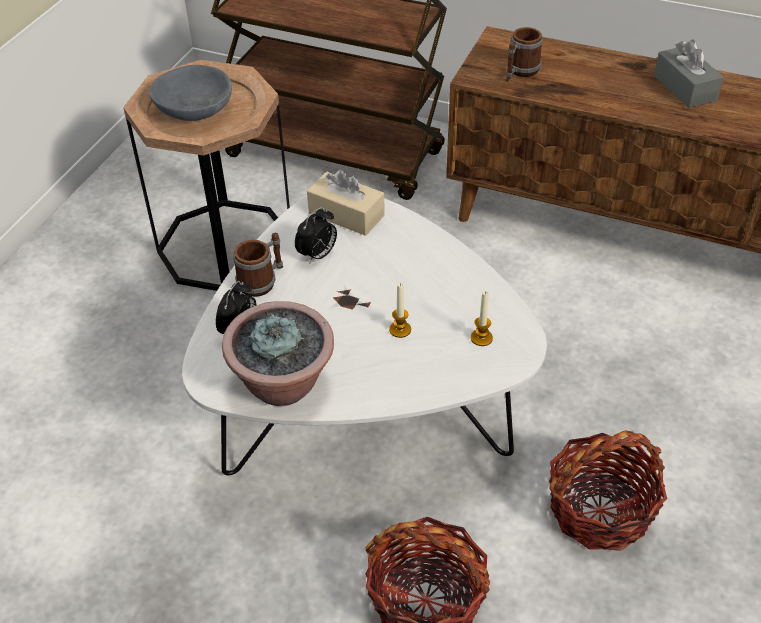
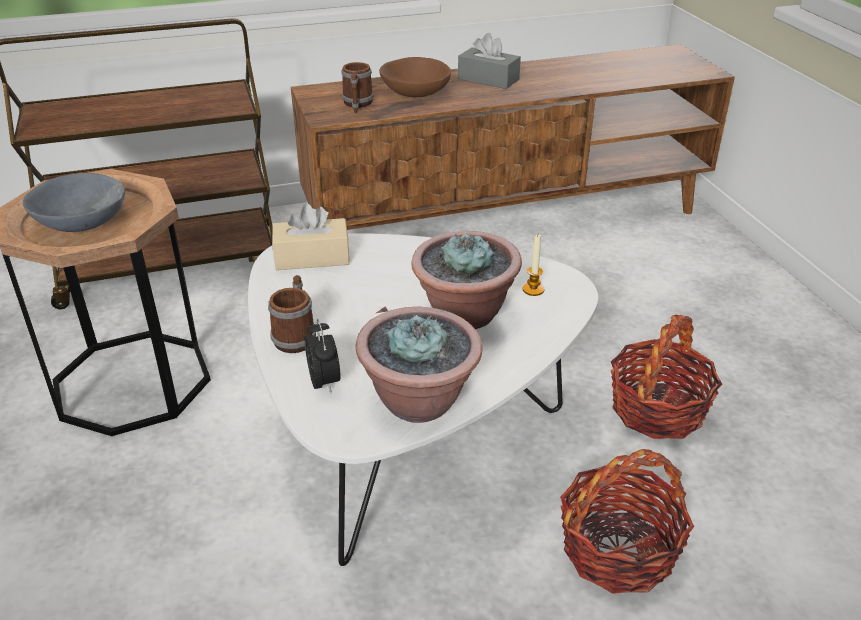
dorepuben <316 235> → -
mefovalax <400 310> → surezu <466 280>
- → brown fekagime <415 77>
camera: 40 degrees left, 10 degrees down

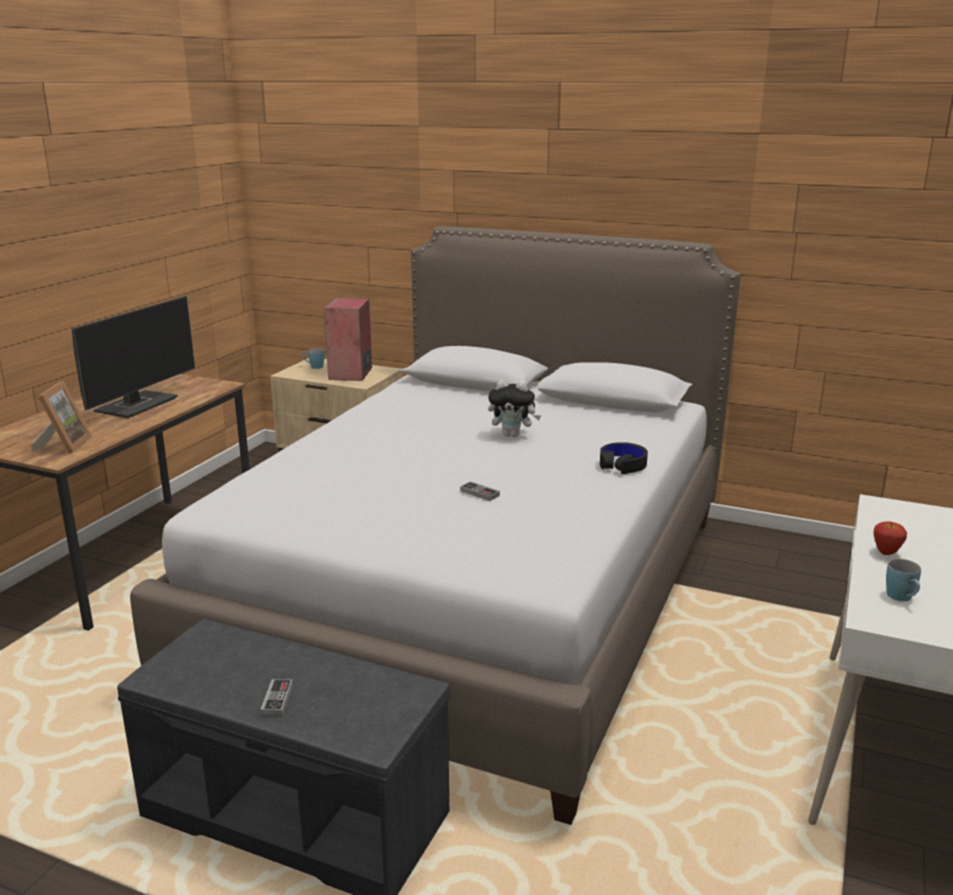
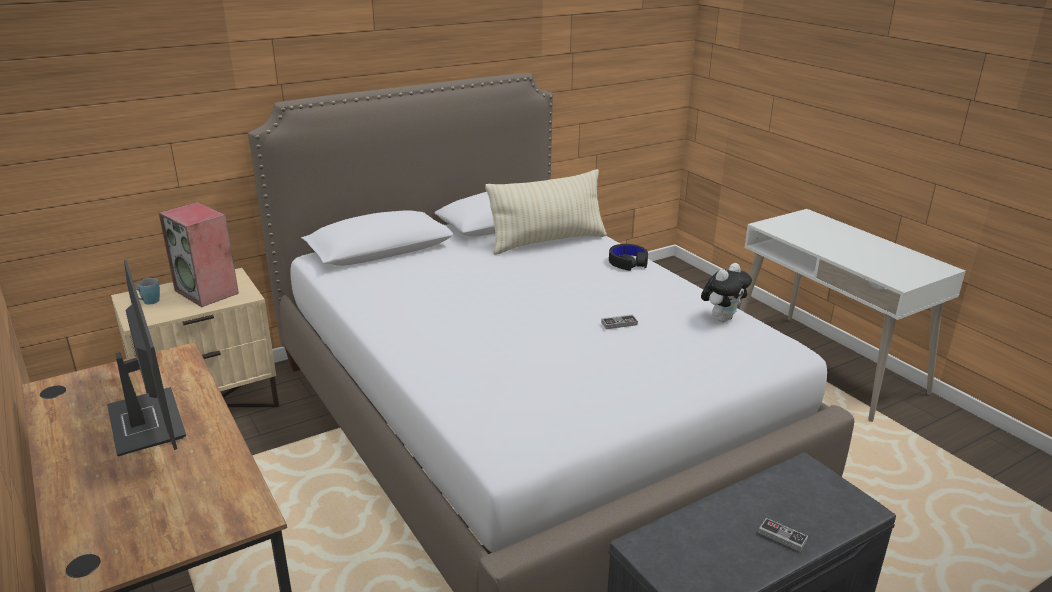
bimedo <514 408> → bimedo <726 292>, shifted
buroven <61 417> → -
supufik <890 538> → -
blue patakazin <903 580> → -
- → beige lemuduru <546 212>
camera: 55 degrees left, 5 degrees up

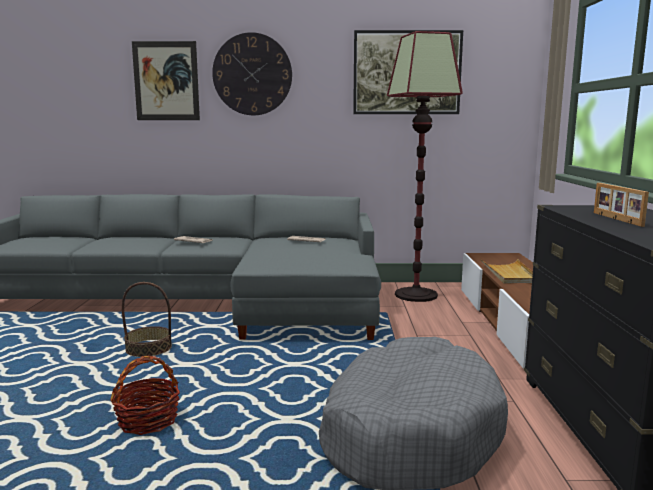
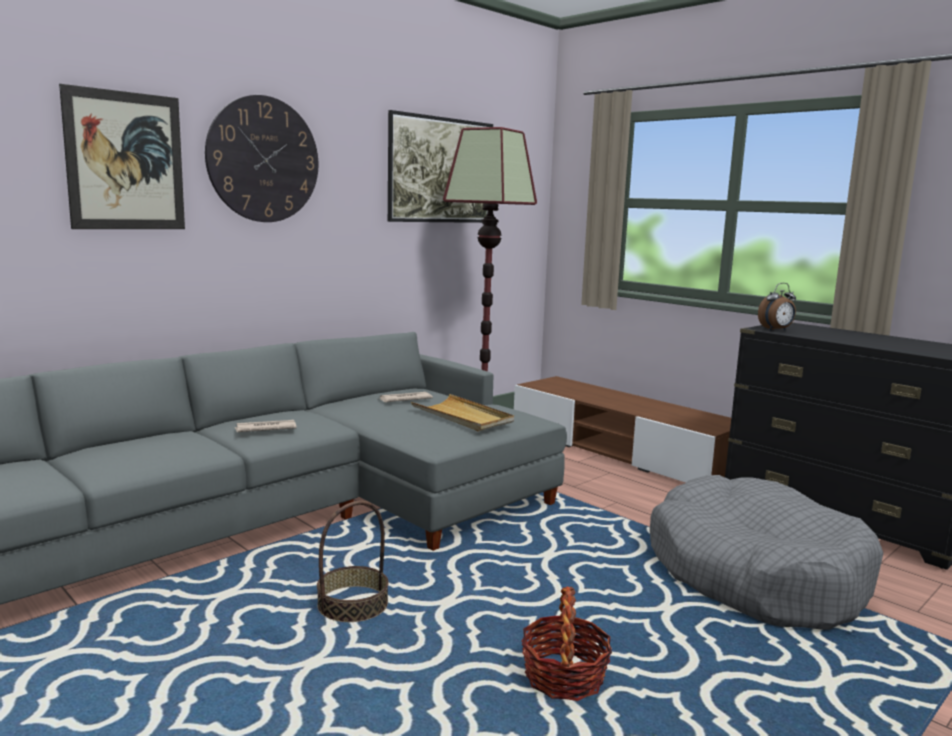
buroven <621 205> → -
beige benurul <507 271> → beige benurul <462 413>, shifted
- → dorepuben <777 307>
camera: 45 degrees left, 0 degrees up

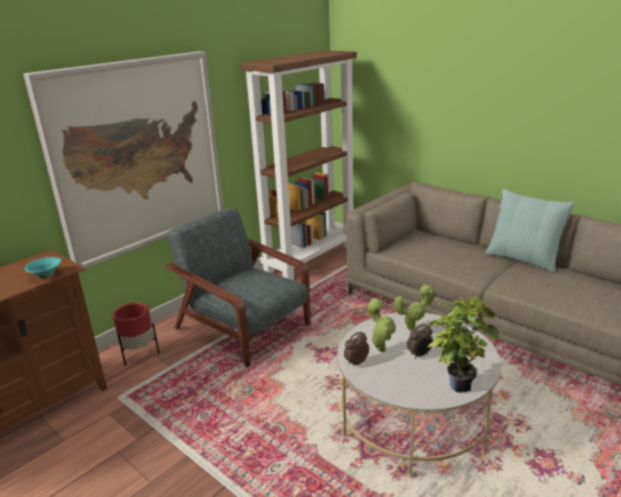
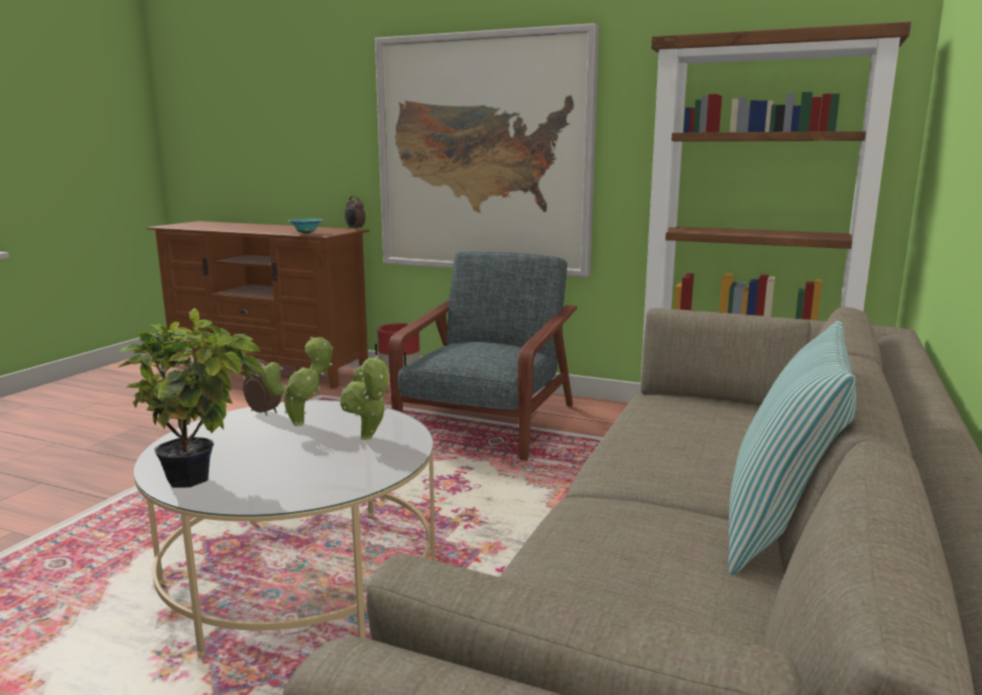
dorepuben <420 341> → dorepuben <355 213>, shifted
camera: 70 degrees right, 10 degrees down

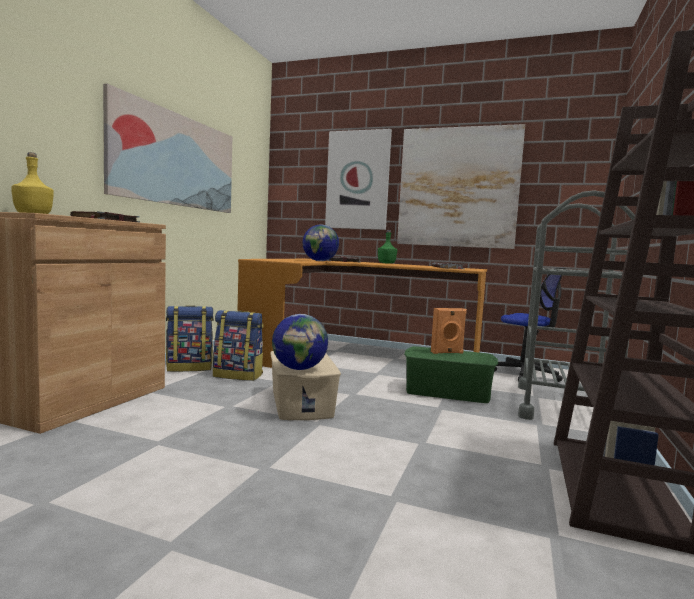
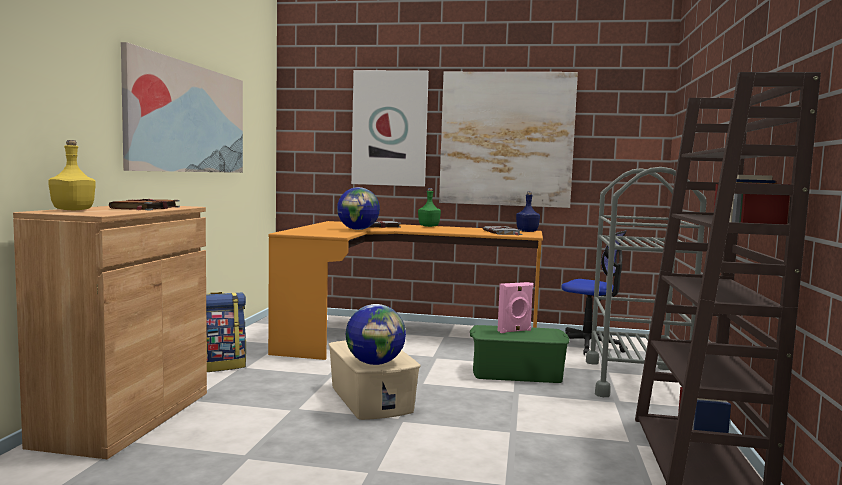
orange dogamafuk <449 331> → pink dogamafuk <515 307>
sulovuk <238 345> → -
- → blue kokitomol <528 212>
camera: 10 degrees left, 0 degrees up

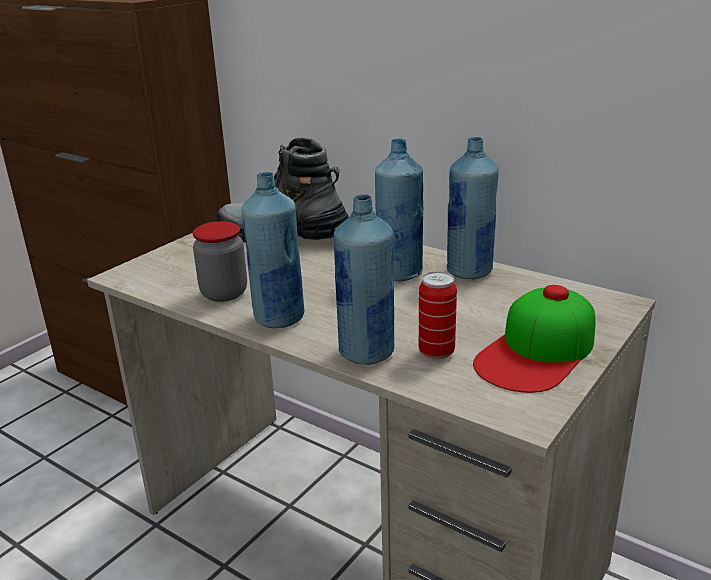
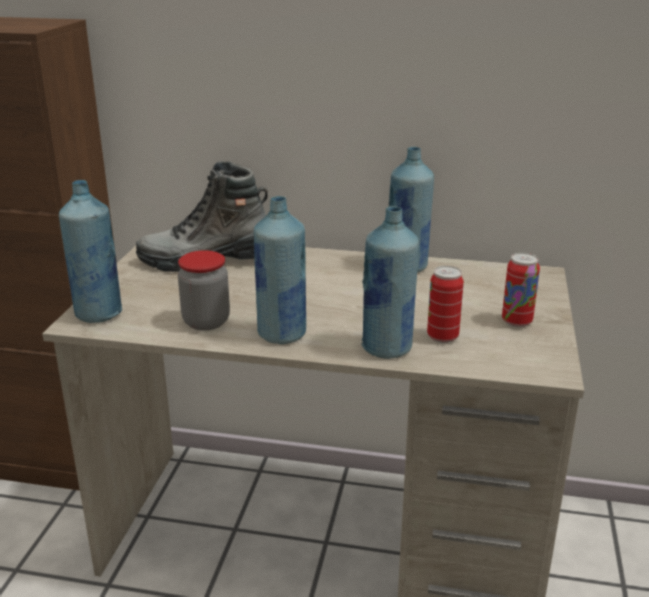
blue kokitomol <399 209> → blue kokitomol <90 251>, shifted
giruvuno <534 339> → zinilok <521 290>
camera: 25 degrees left, 0 degrees up

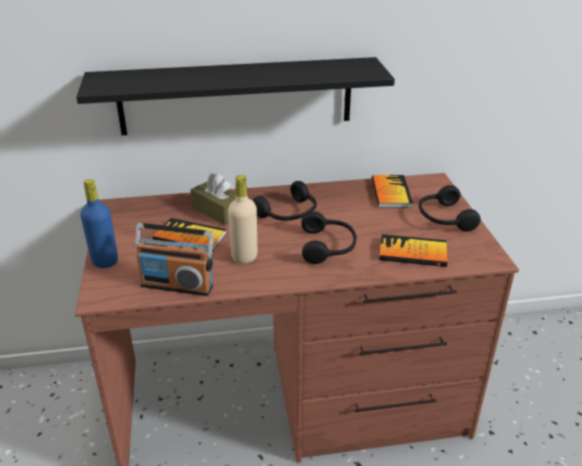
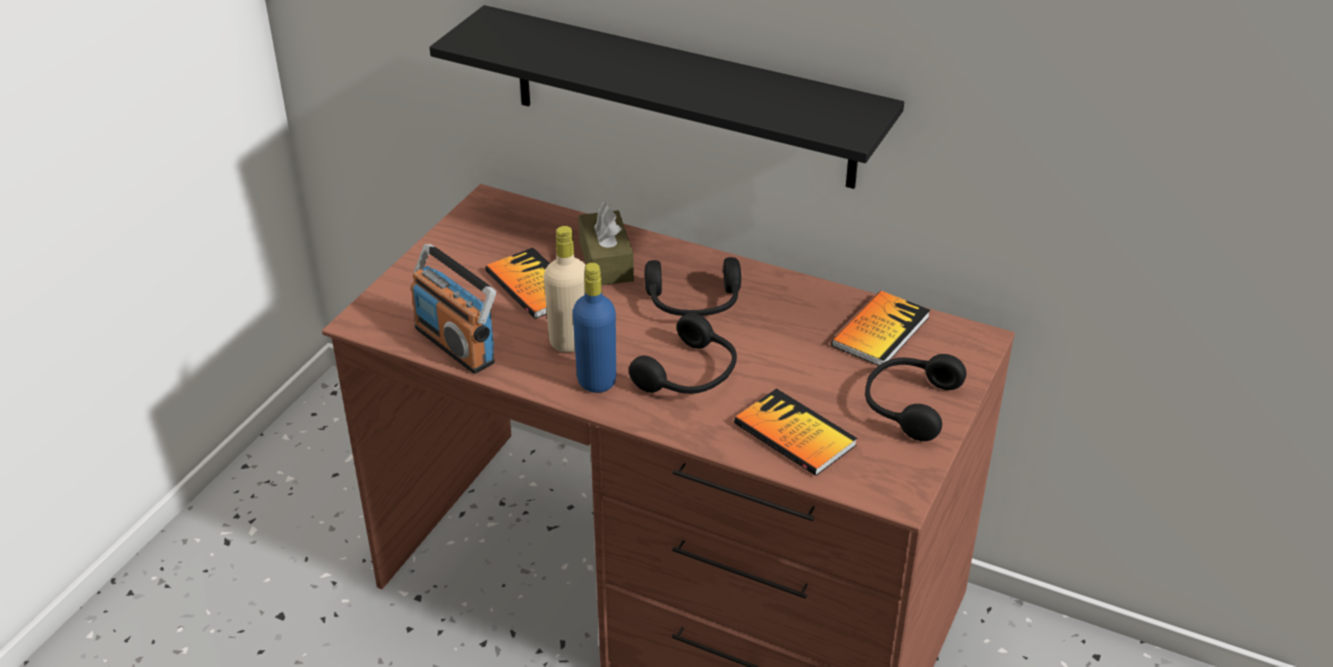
blue kokitomol <99 223> → blue kokitomol <594 328>, shifted
camera: 35 degrees right, 5 degrees up

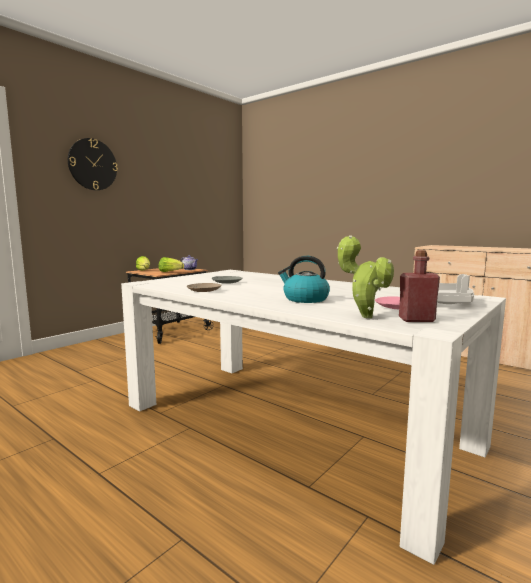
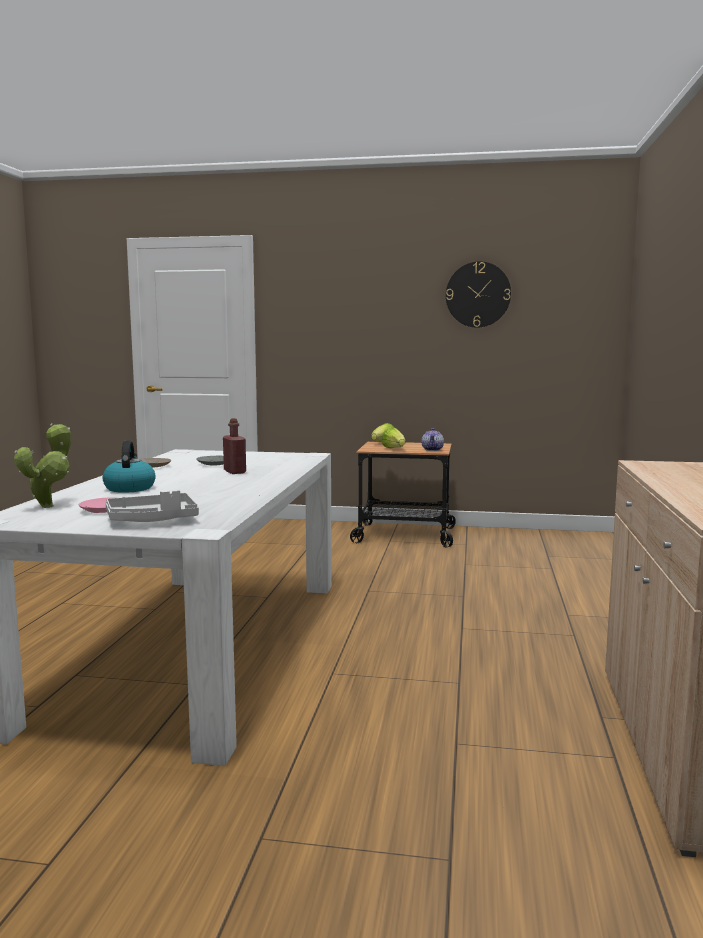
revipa <93 164> → revipa <478 294>, shifted
red kokitomol <419 286> → red kokitomol <234 446>, shifted
camera: 60 degrees right, 0 degrees up

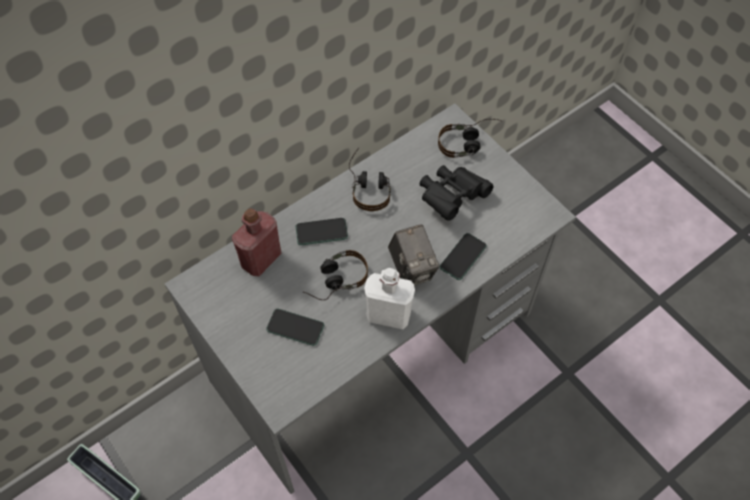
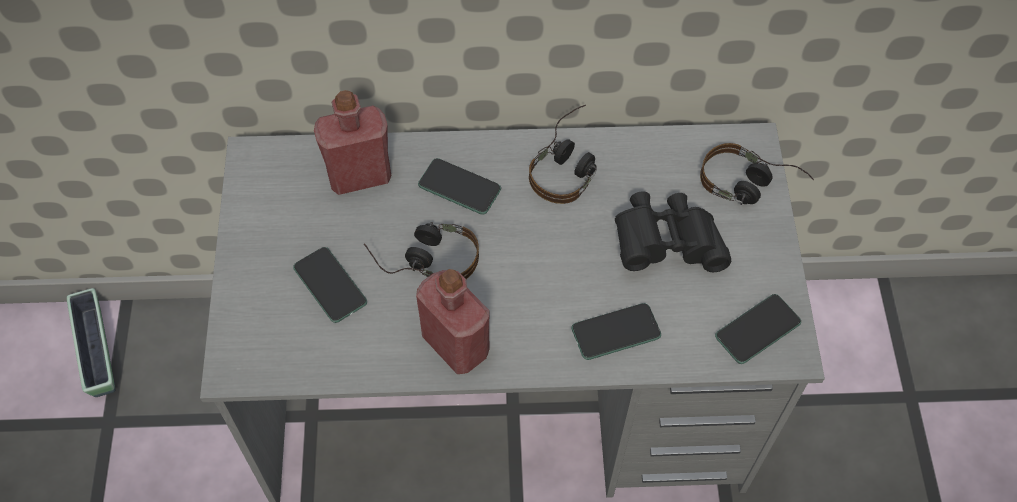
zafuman <414 255> → -
white kokitomol <389 298> → red kokitomol <452 321>
- → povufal <758 329>
camera: 35 degrees right, 0 degrees up

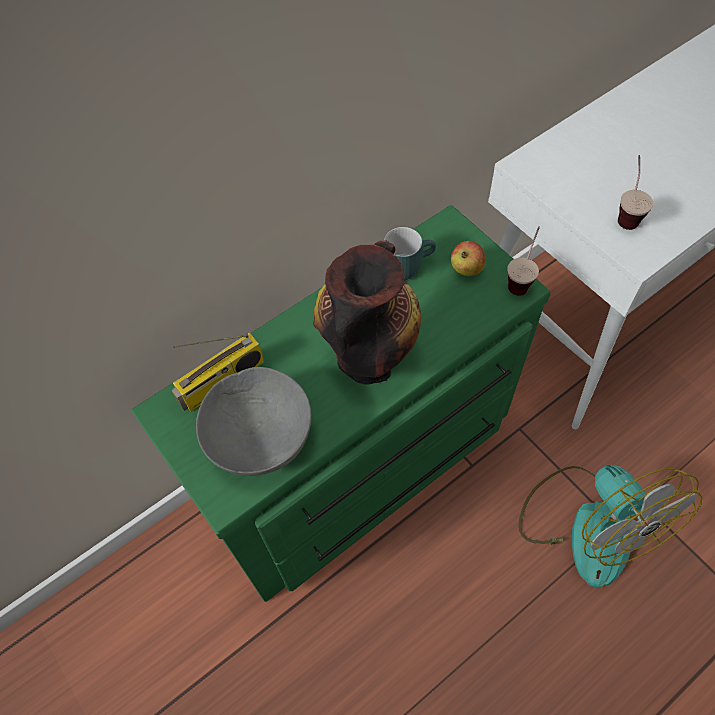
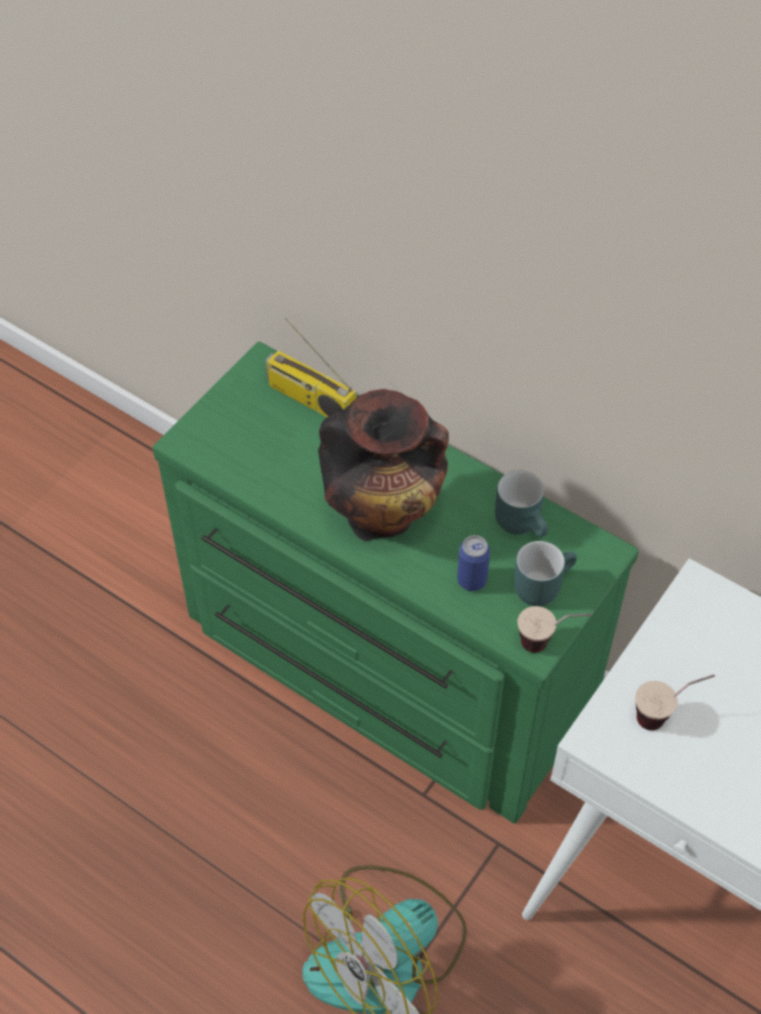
supufik <468 258> → turquoise patakazin <545 573>
grey fekagime <253 421> → -
- → zinilok <473 563>
camera: 70 degrees right, 5 degrees down

